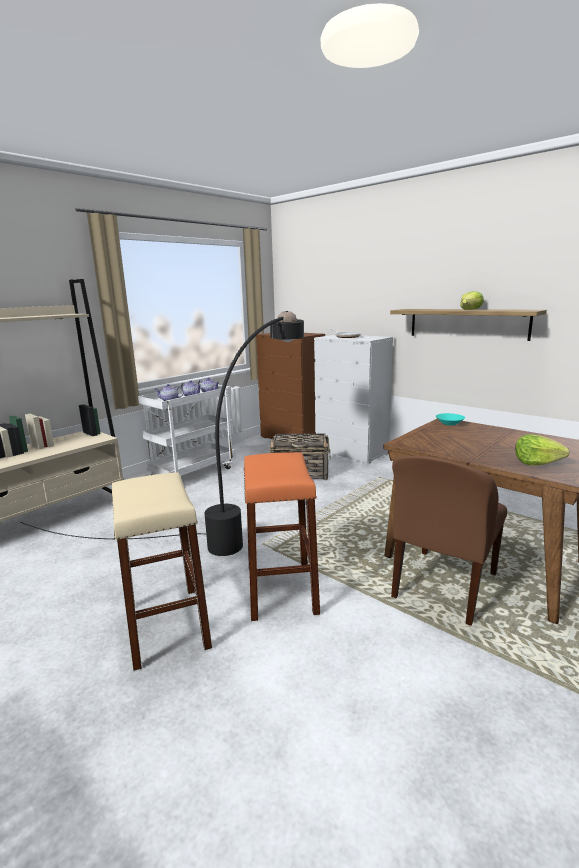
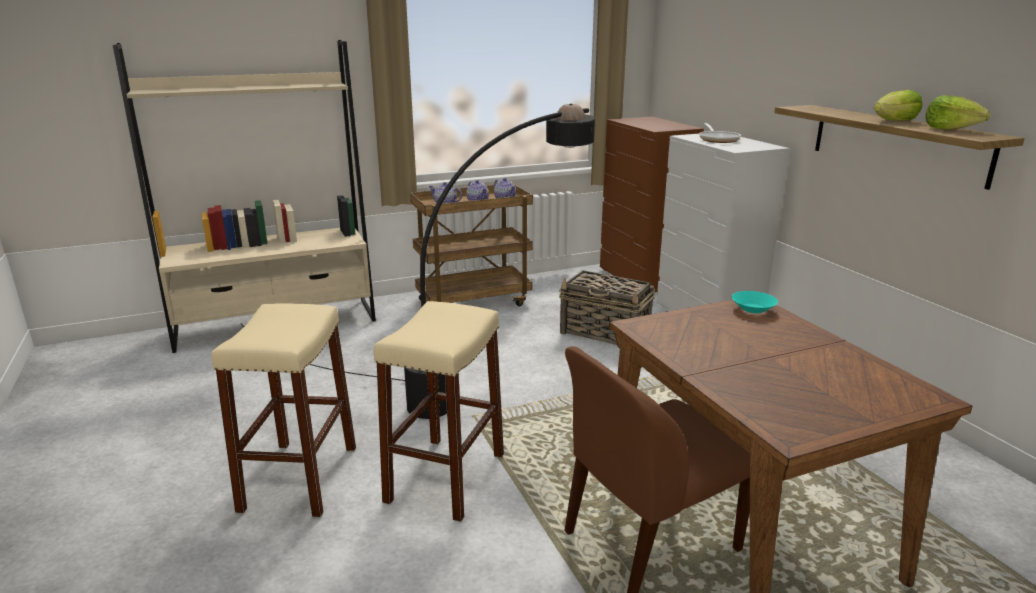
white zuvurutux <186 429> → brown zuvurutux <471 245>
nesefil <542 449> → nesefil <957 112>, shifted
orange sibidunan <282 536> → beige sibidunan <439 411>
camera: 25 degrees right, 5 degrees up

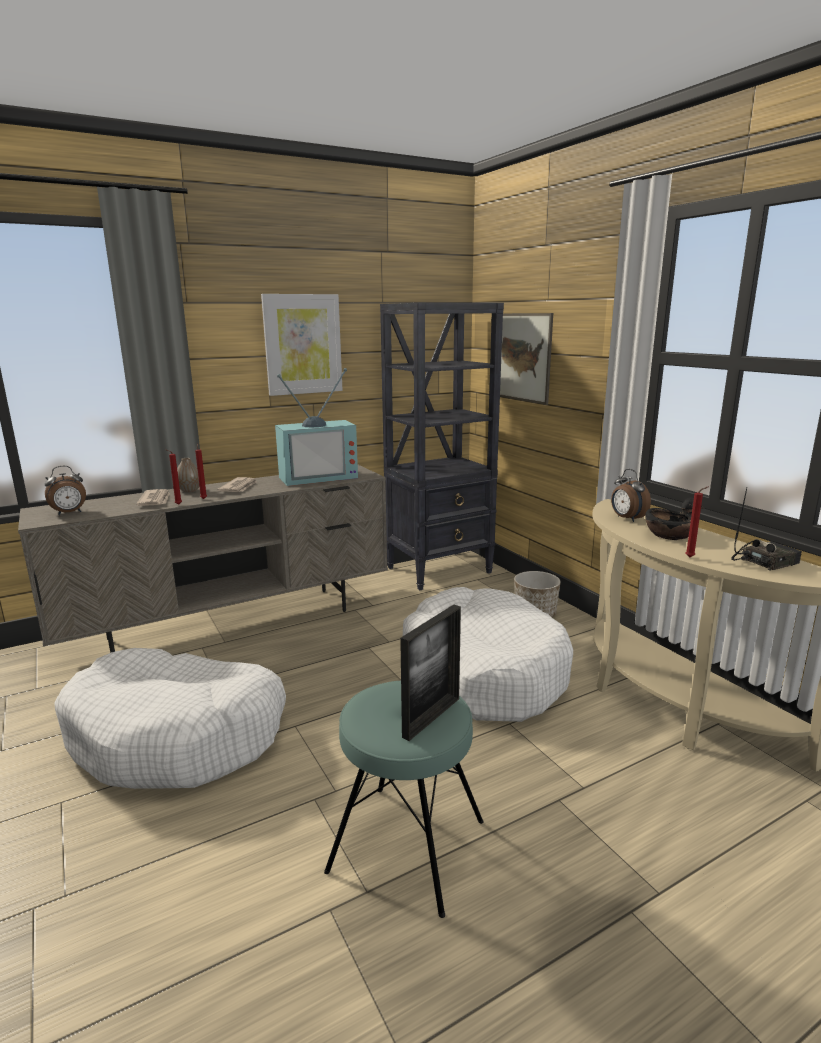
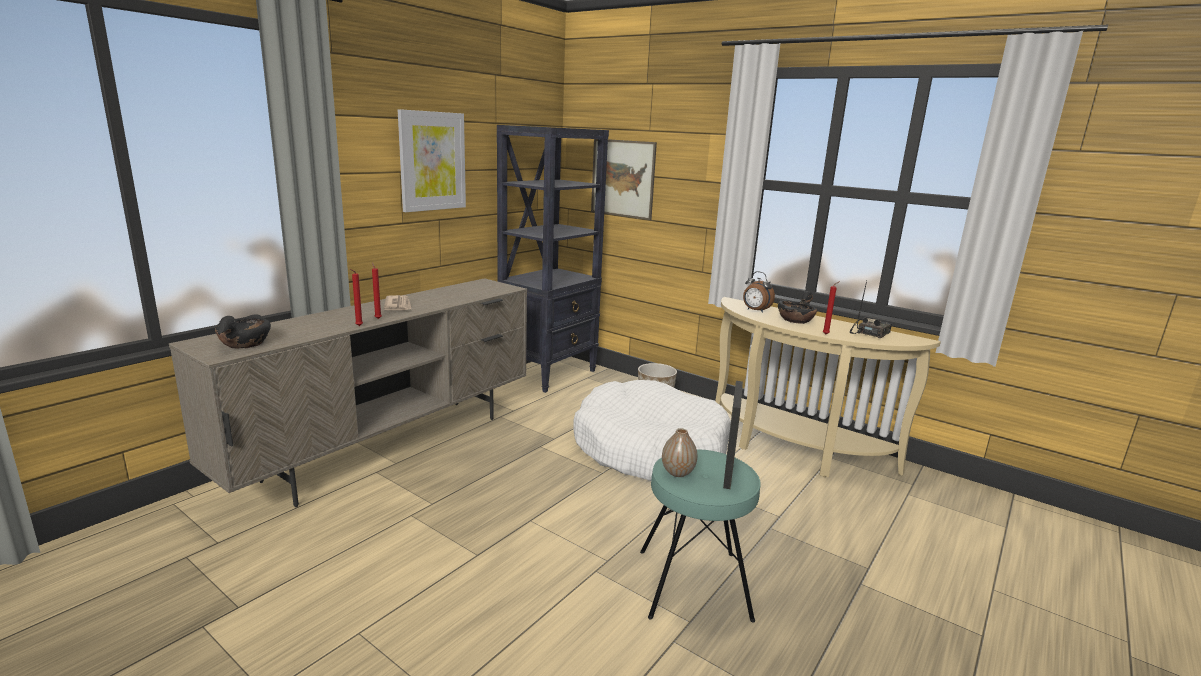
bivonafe <316 427> → -
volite <188 475> → volite <679 452>, shifted
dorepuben <65 490> → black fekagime <243 332>
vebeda <153 497> → -
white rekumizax <170 718> → -
camera: 25 degrees left, 0 degrees up

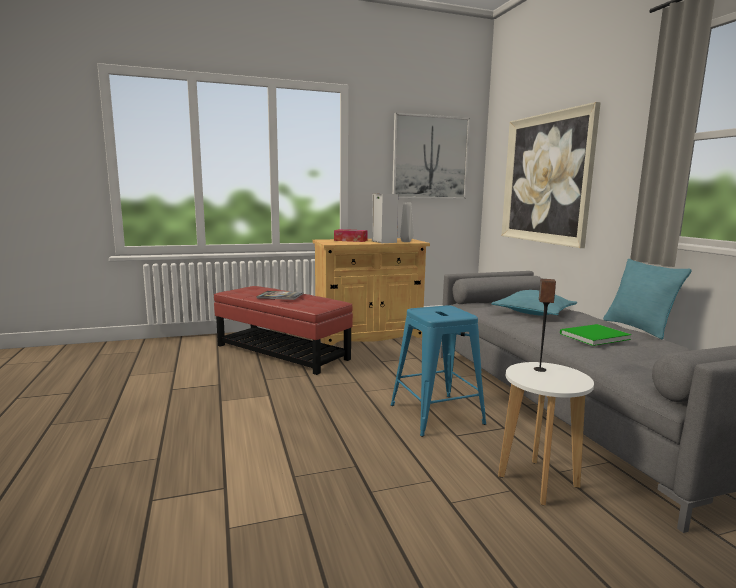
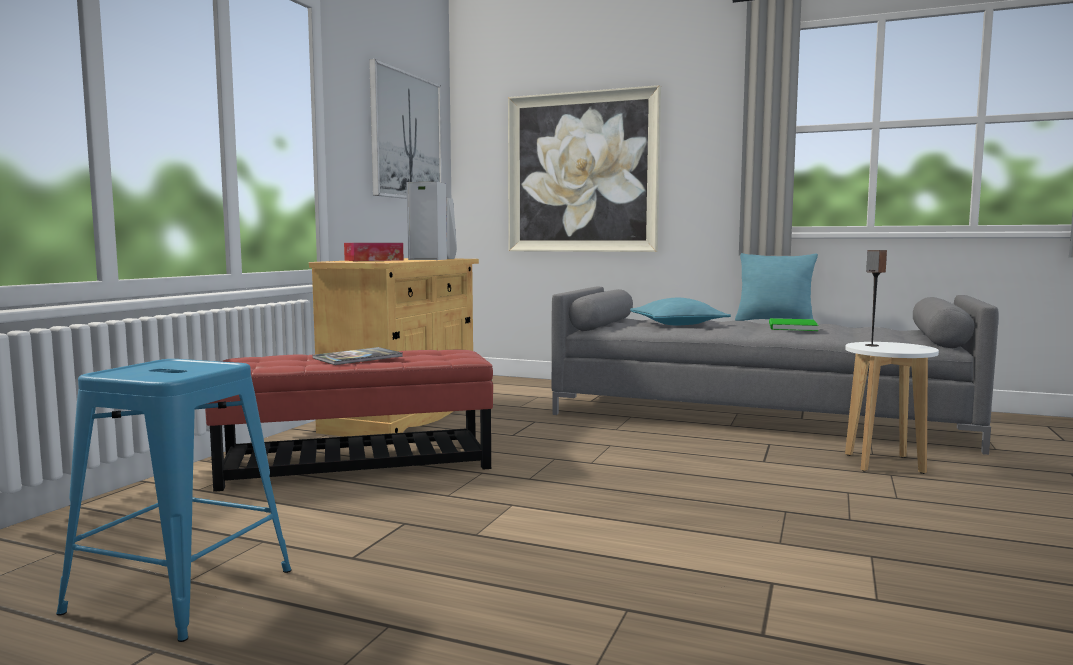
blue sibidunan <438 371> → blue sibidunan <173 500>, shifted
camera: 50 degrees left, 5 degrees down

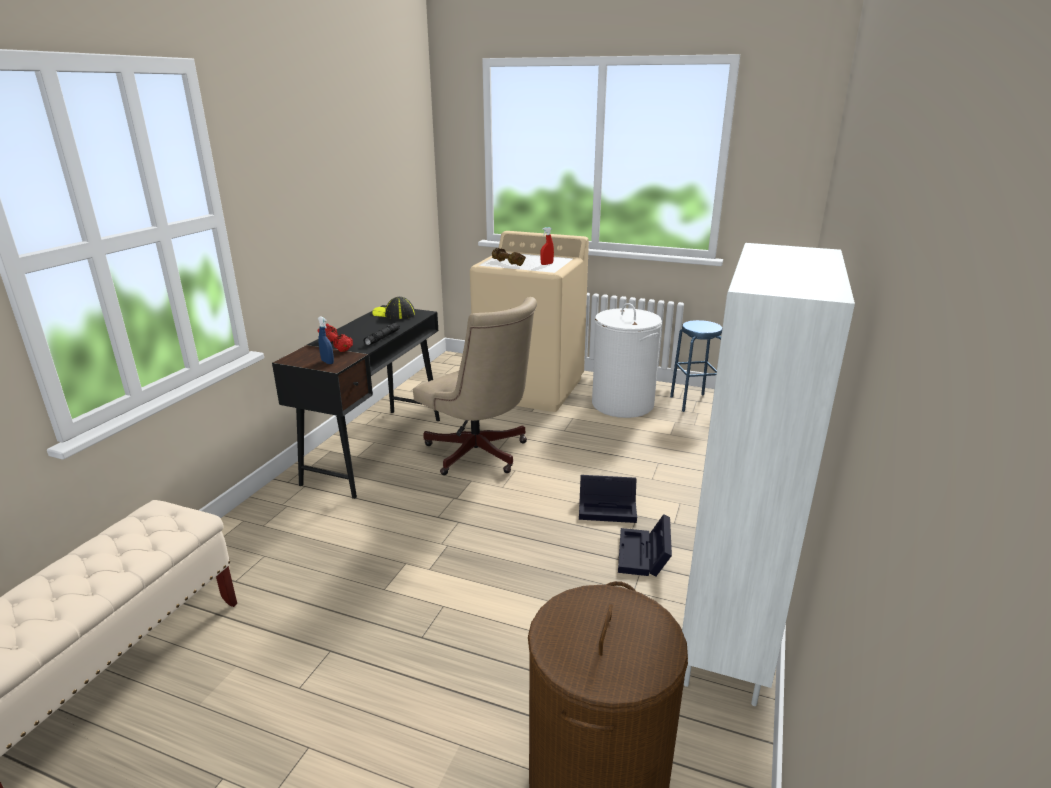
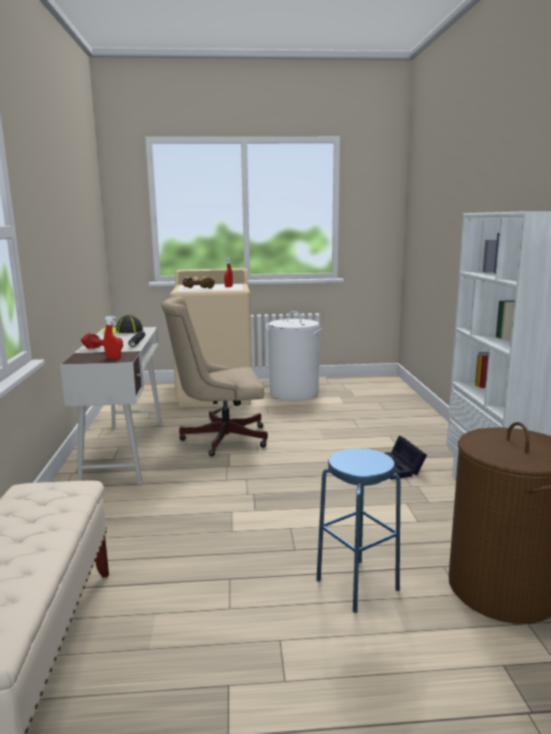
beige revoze <475 386> → beige revoze <214 376>, 150 degrees clockwise
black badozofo <356 402> → white badozofo <111 406>
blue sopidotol <326 340> → red sopidotol <112 337>
blue sibidunan <696 366> → blue sibidunan <358 530>, shifted
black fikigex <608 499> → -
camera: 25 degrees left, 10 degrees down

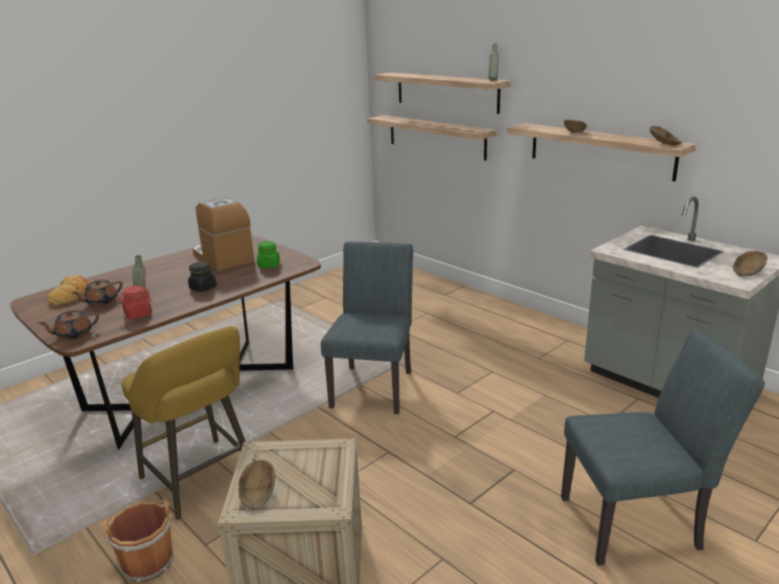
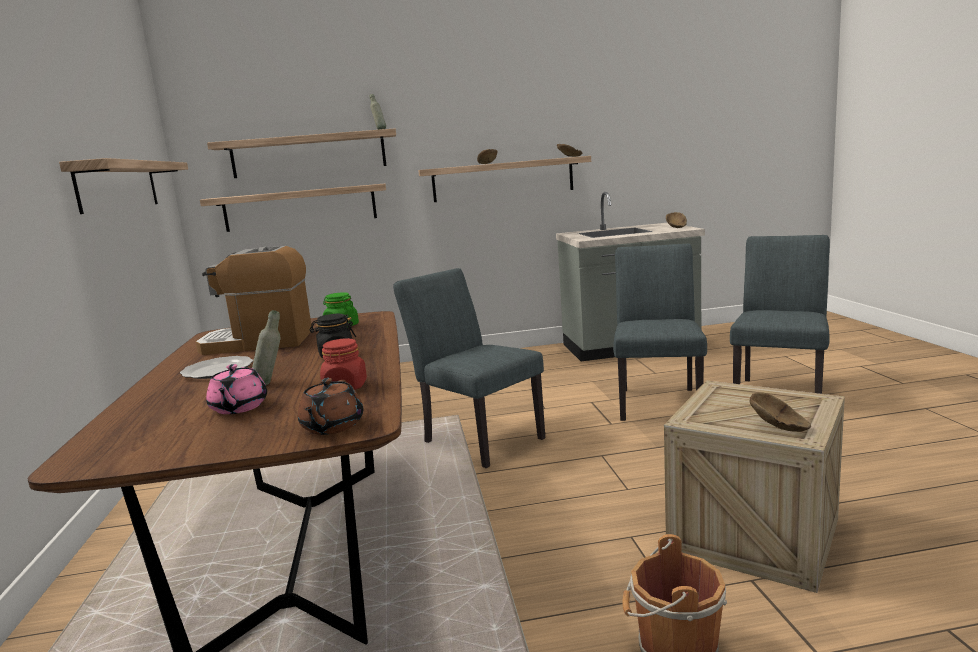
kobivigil <68 290> → -
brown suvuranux <97 292> → pink suvuranux <236 389>
yellow sibidunan <183 423> → -
- → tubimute <123 186>
- → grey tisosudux <660 332>
- → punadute <216 367>
camera: 55 degrees left, 10 degrees down

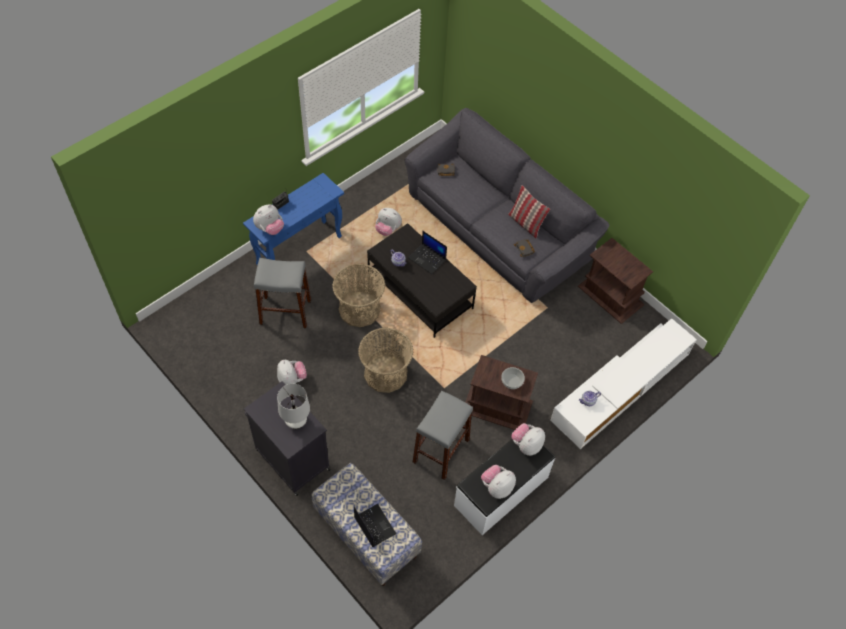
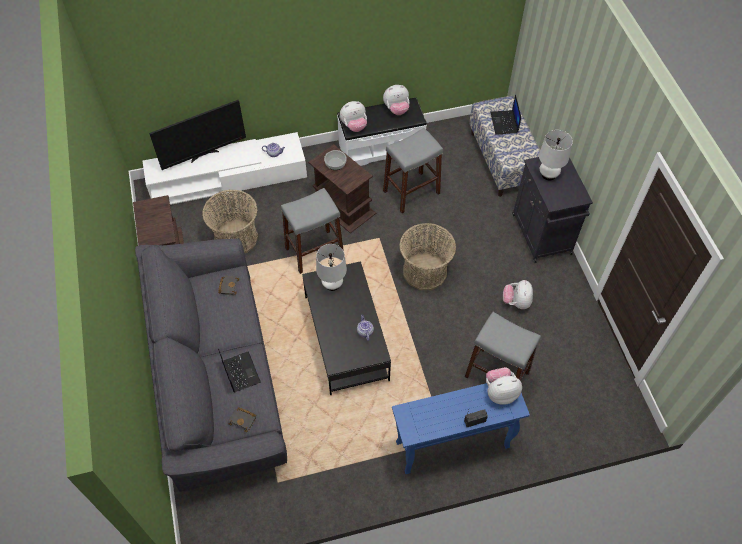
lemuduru <529 211> → -
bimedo <388 222> → -
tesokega <427 252> → tesokega <239 370>, shifted
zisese <358 295> → zisese <230 221>, shifted
- → bivonafe <197 135>
- → grey sibidunan <312 231>
- → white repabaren <331 267>
camera: 150 degrees left, 0 degrees up

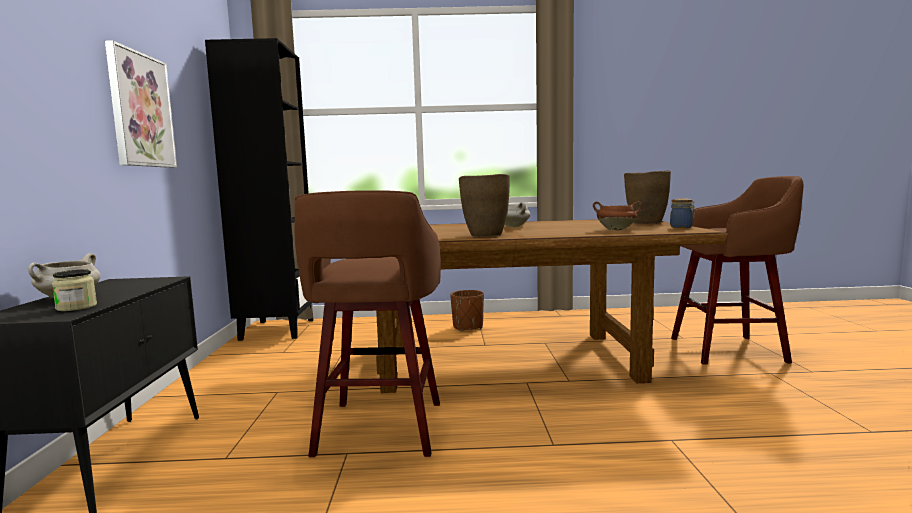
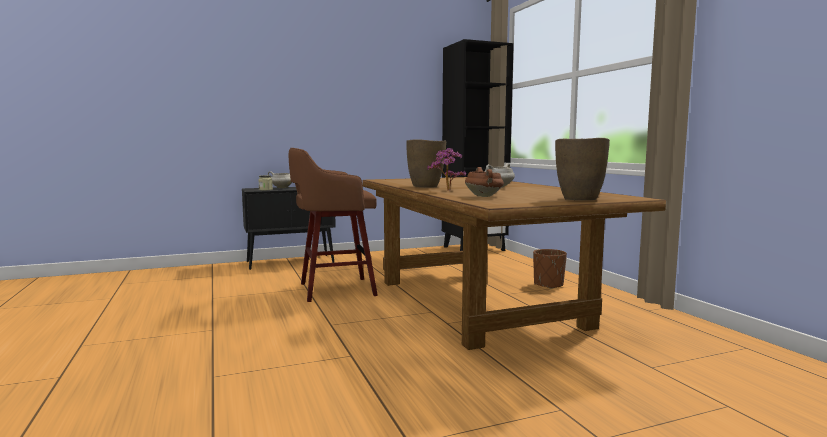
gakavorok <141 104> → -
brown sibidunan <737 270> → -
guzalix <682 213> → -
- → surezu <446 169>
camera: 70 degrees right, 0 degrees up

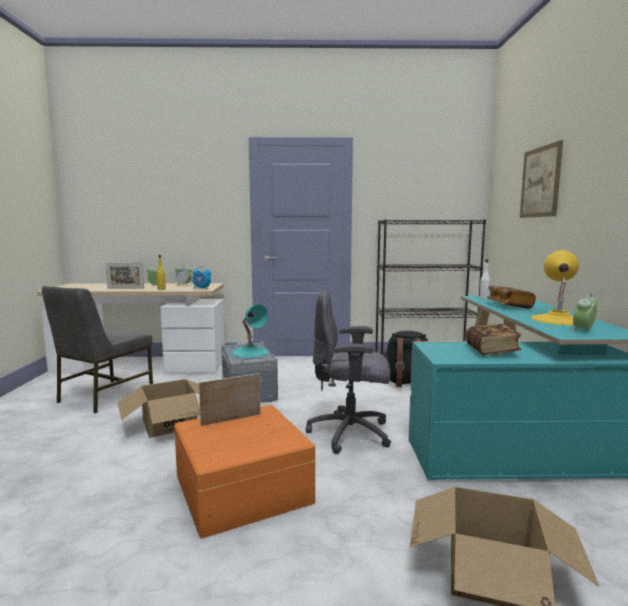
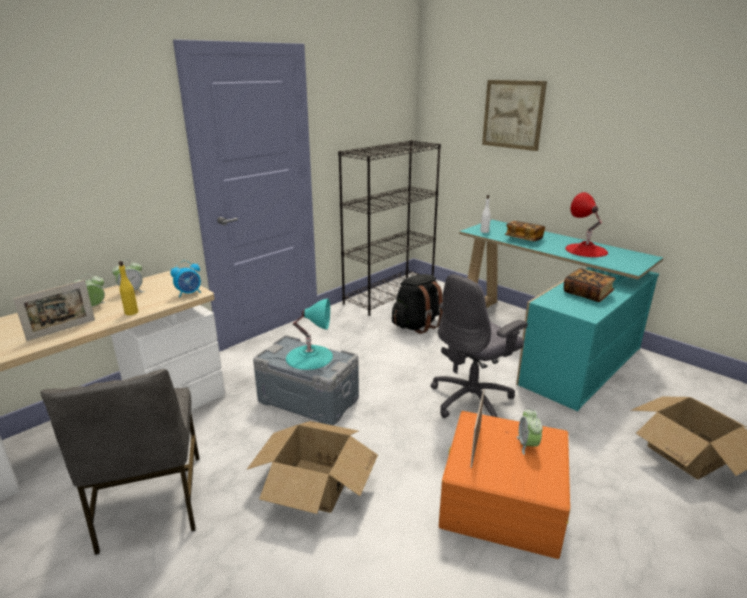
yellow repabaren <555 287> → red repabaren <586 224>
dorepuben <584 312> → dorepuben <530 432>, shifted
camera: 45 degrees left, 15 degrees up

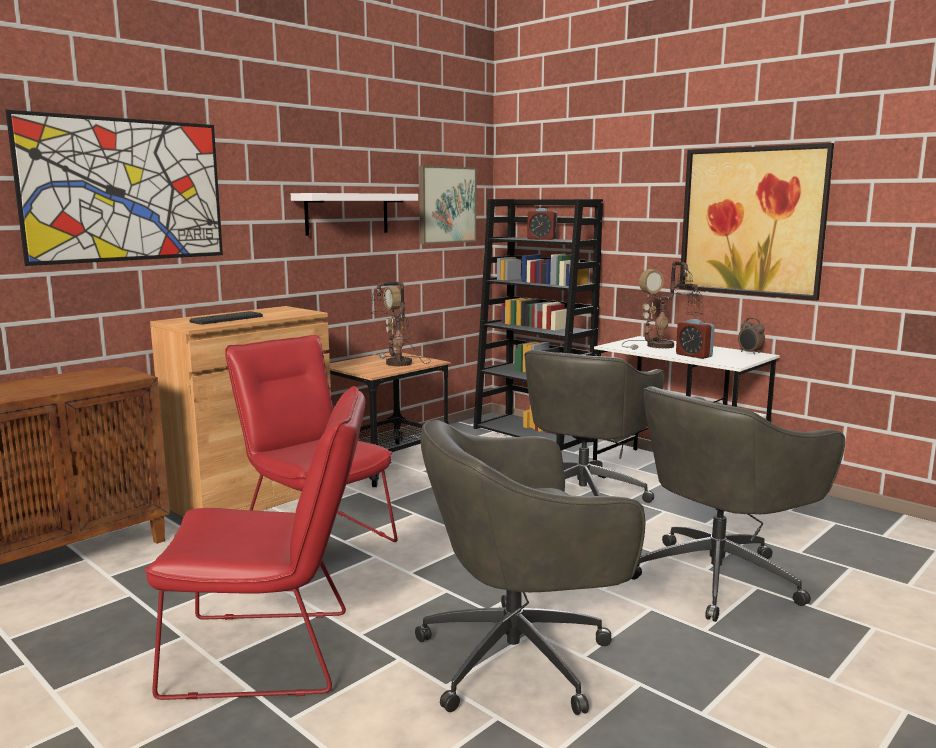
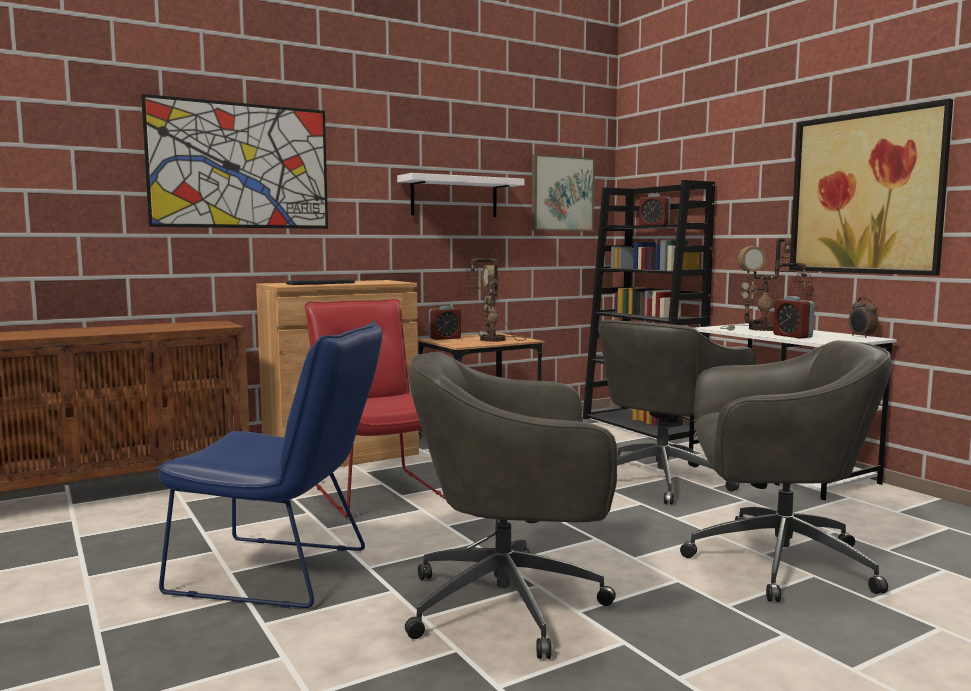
red tisosudux <254 543> → blue tisosudux <270 464>
grey revoze <738 504> → grey revoze <786 471>, 150 degrees counterclockwise
- → dorepuben <445 323>
camera: 15 degrees right, 5 degrees down

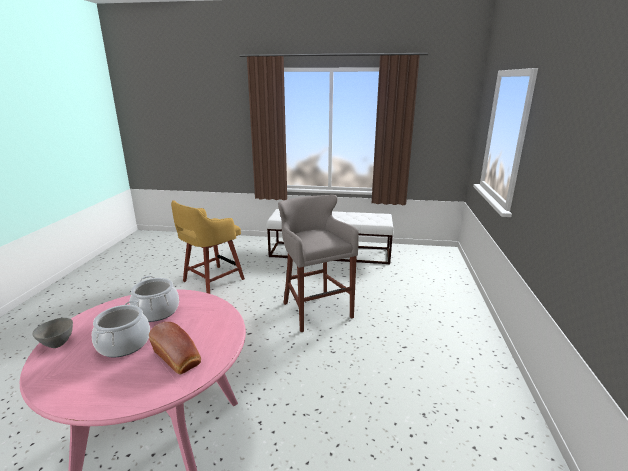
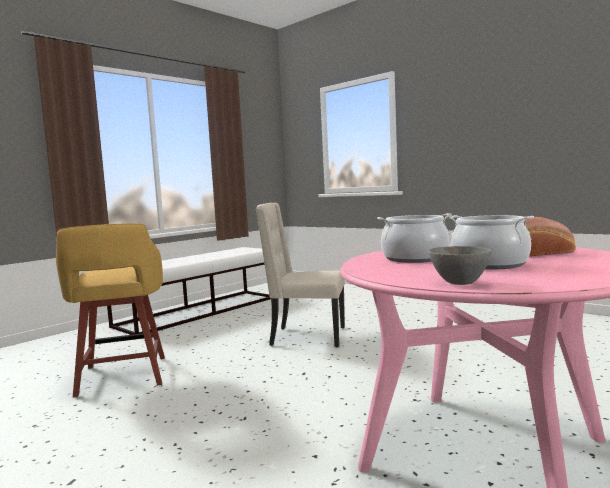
grey sibidunan <318 263> → beige tisosudux <300 275>
camera: 55 degrees left, 15 degrees down

